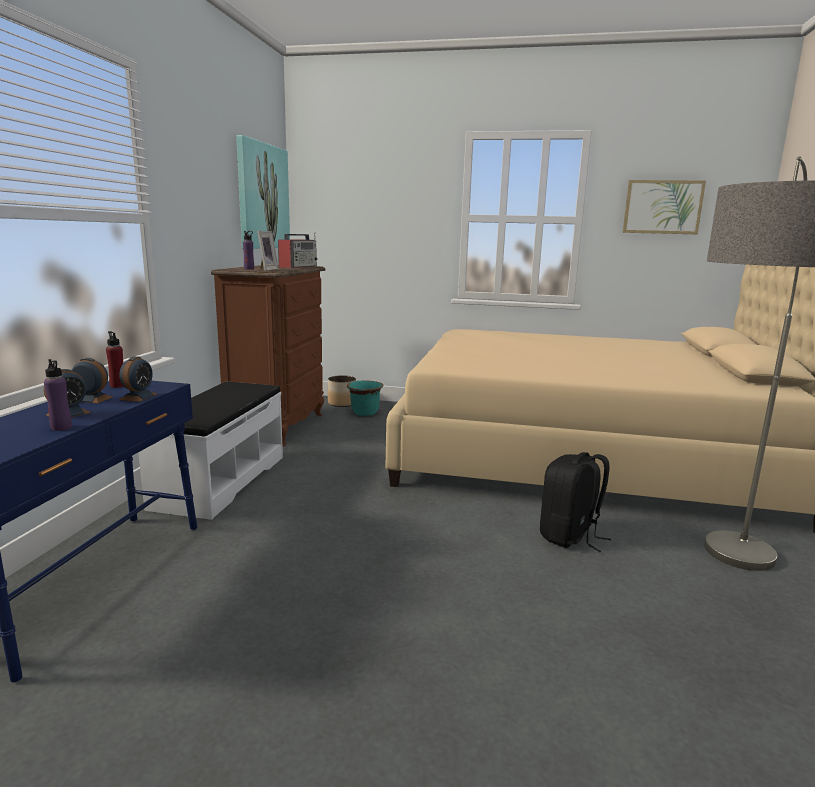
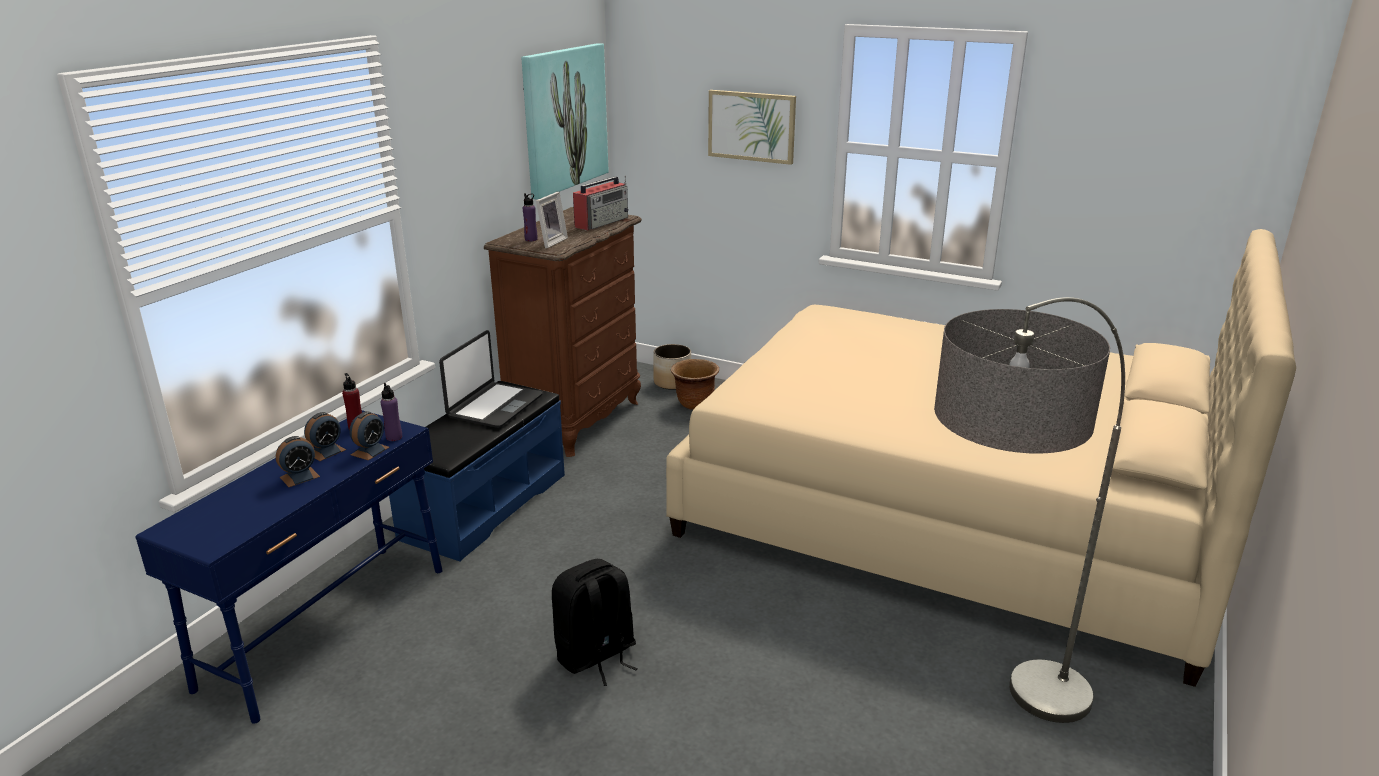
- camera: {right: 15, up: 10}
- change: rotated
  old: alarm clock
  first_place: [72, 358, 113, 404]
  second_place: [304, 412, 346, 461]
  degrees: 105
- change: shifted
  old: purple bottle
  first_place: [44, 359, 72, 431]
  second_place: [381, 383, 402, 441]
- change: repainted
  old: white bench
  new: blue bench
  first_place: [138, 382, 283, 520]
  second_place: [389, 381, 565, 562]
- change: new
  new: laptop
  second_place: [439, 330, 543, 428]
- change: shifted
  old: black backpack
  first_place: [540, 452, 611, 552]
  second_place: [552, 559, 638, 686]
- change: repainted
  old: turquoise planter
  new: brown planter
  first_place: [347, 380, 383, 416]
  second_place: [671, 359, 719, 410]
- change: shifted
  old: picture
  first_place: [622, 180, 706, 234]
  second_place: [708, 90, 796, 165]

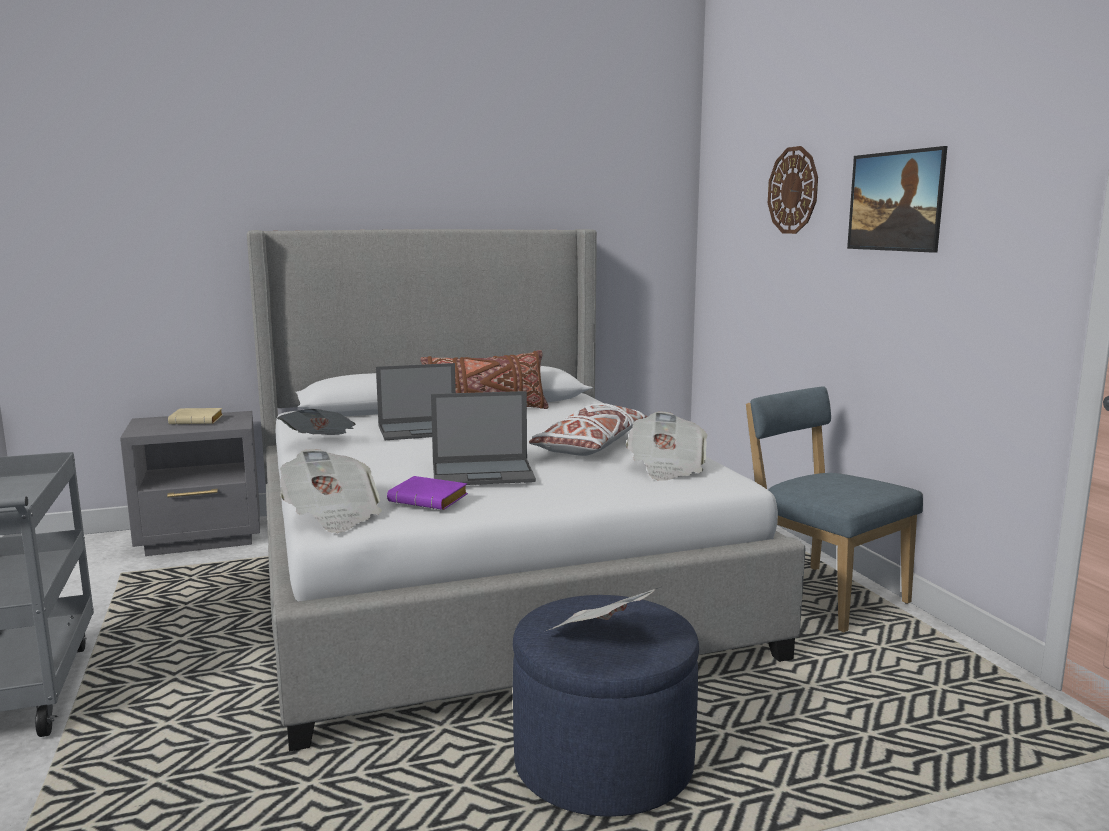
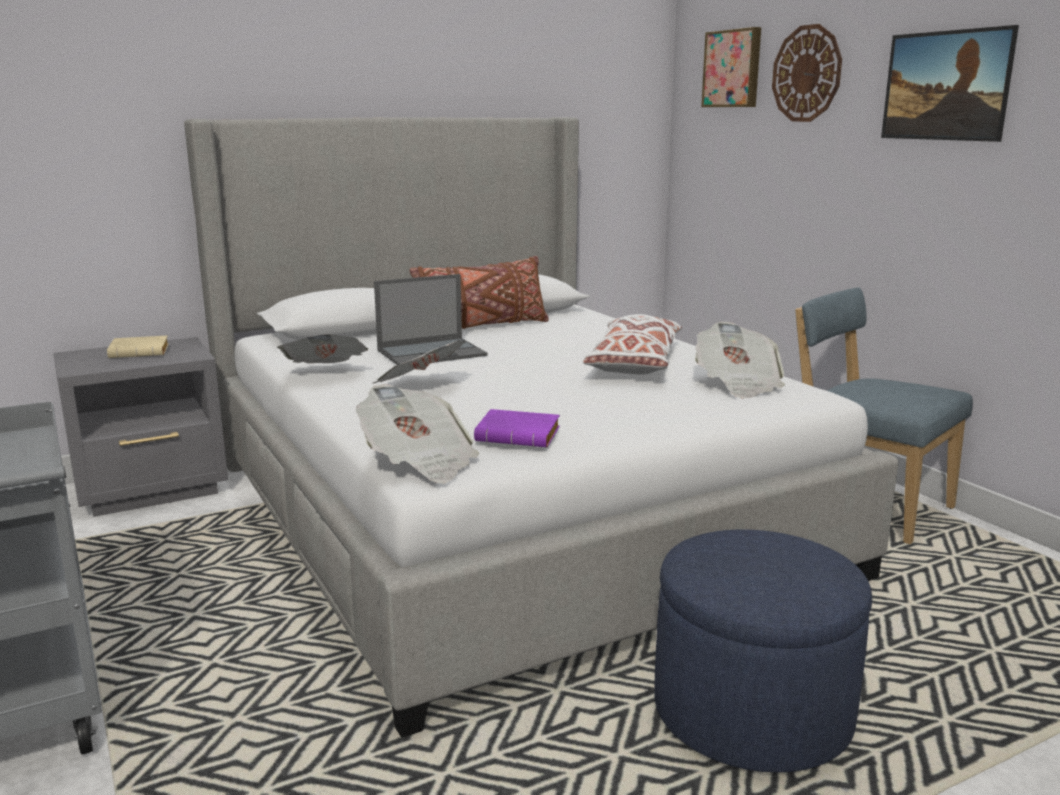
- camera: {right: -10, up: 5}
- change: shifted
  old: newspaper
  first_place: [546, 587, 661, 631]
  second_place: [373, 340, 467, 383]
- change: new
  new: picture
  second_place: [701, 27, 761, 107]
- change: gone
  old: laptop
  first_place: [431, 391, 536, 485]

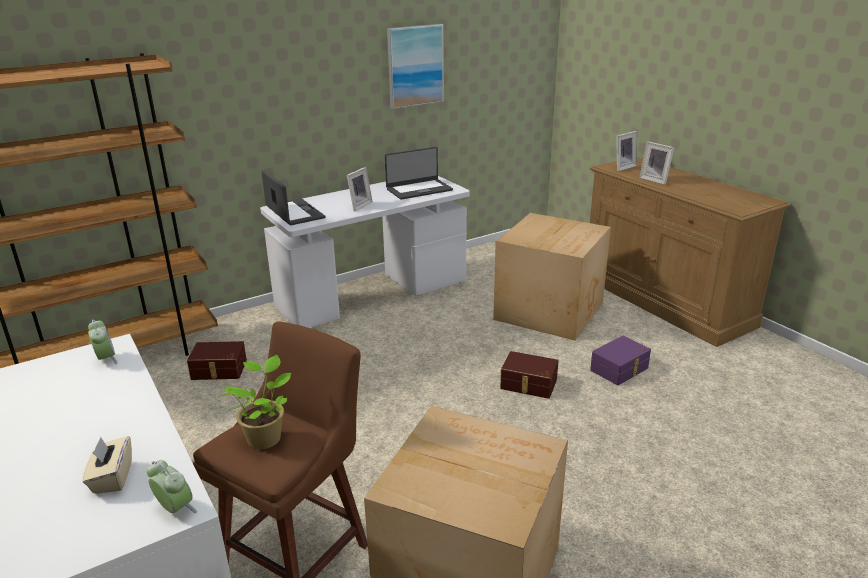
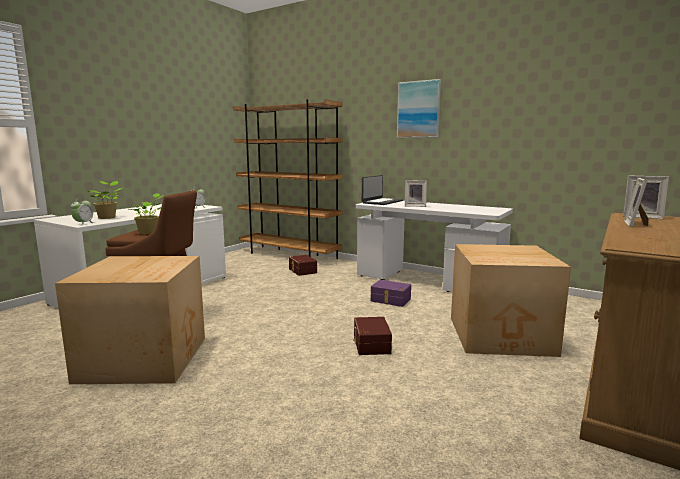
- camera: {right: 65, up: -15}
- change: swapped
  old: beige tissue box
  new: potted plant
  first_place: [83, 436, 132, 494]
  second_place: [87, 181, 122, 219]
- change: shifted
  old: purple storage box
  first_place: [590, 336, 651, 385]
  second_place: [371, 280, 411, 307]
- change: shifted
  old: picture
  first_place: [387, 24, 444, 109]
  second_place: [397, 79, 441, 138]
- change: gone
  old: laptop
  first_place: [385, 147, 453, 200]

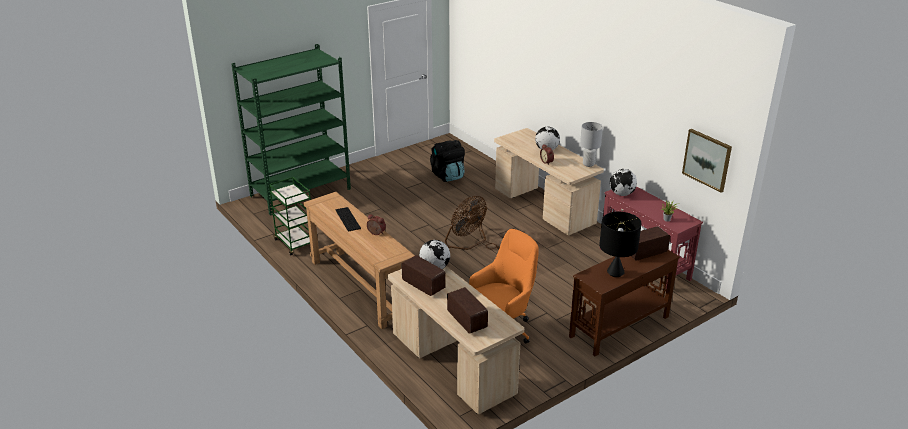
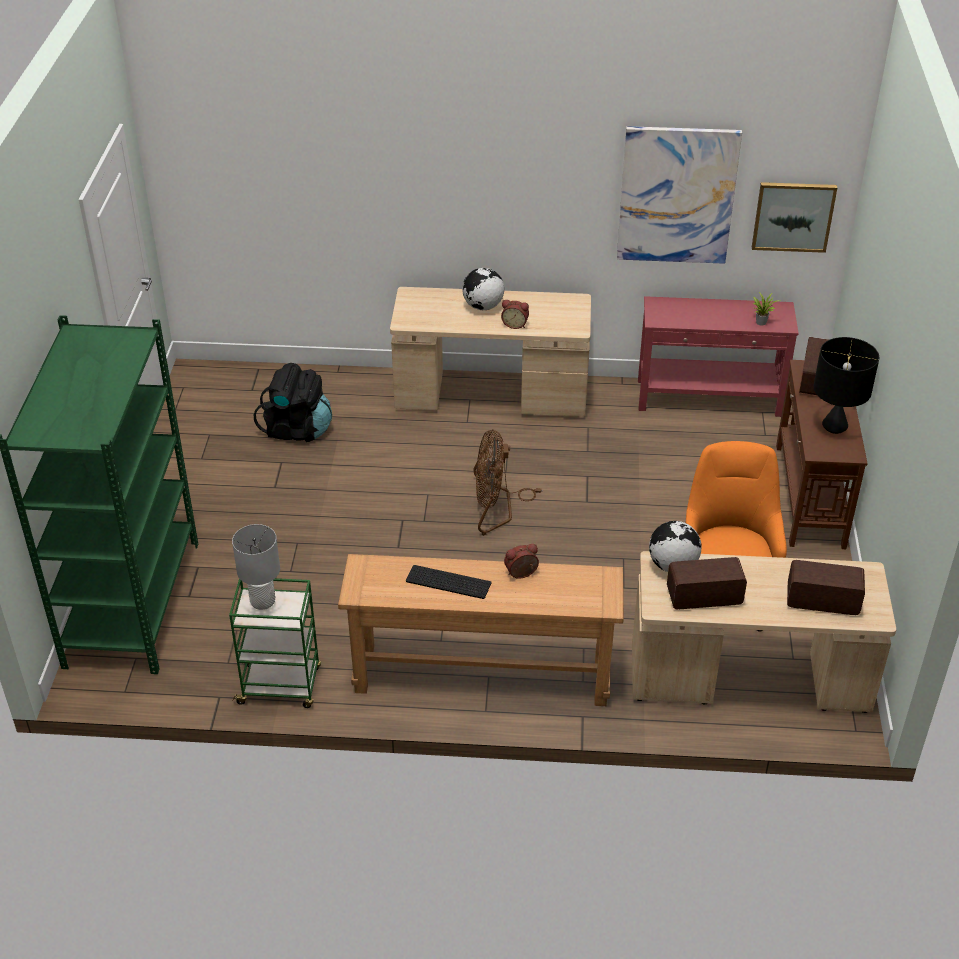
- camera: {right: -50, up: 10}
- change: shifted
  old: grey table lamp
  first_place: [580, 122, 603, 167]
  second_place: [232, 524, 280, 610]
- change: new
  new: picture
  second_place: [617, 126, 742, 264]
- change: gone
  old: globe
  first_place: [610, 169, 637, 196]

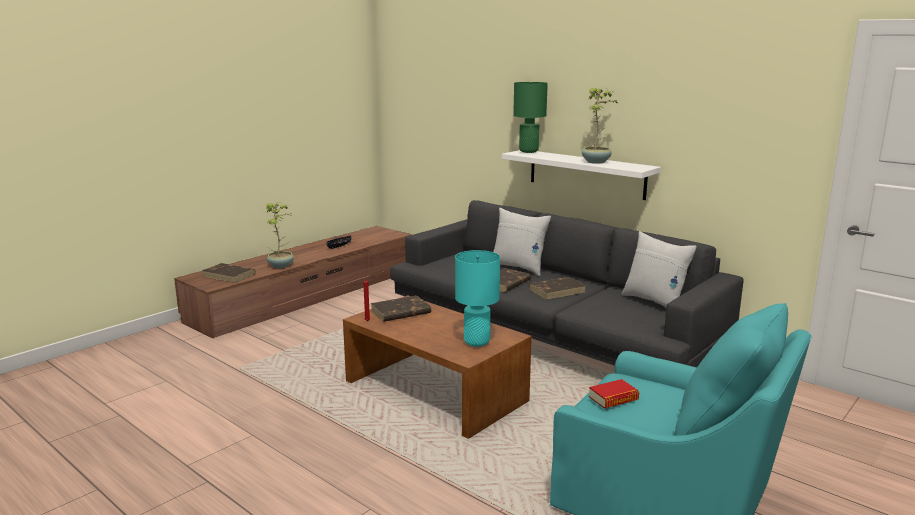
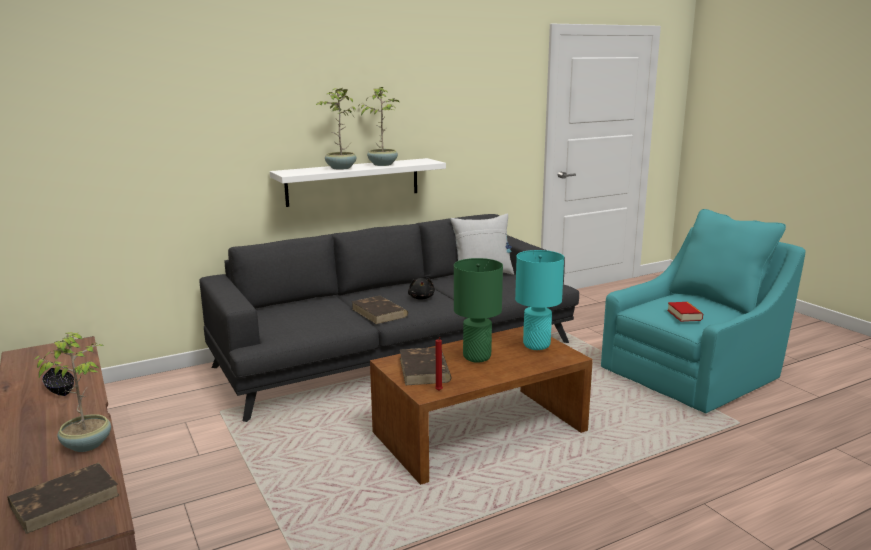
- camera: {right: -70, up: 0}
- change: new
  new: potted plant
  second_place: [316, 88, 356, 170]
- change: swapped
  old: brown book
  new: black plush toy
  first_place: [529, 277, 586, 300]
  second_place: [408, 278, 435, 300]
- change: shifted
  old: green table lamp
  first_place: [513, 82, 548, 153]
  second_place: [454, 258, 503, 363]
- change: gone
  old: grey pillow
  first_place: [493, 208, 551, 276]

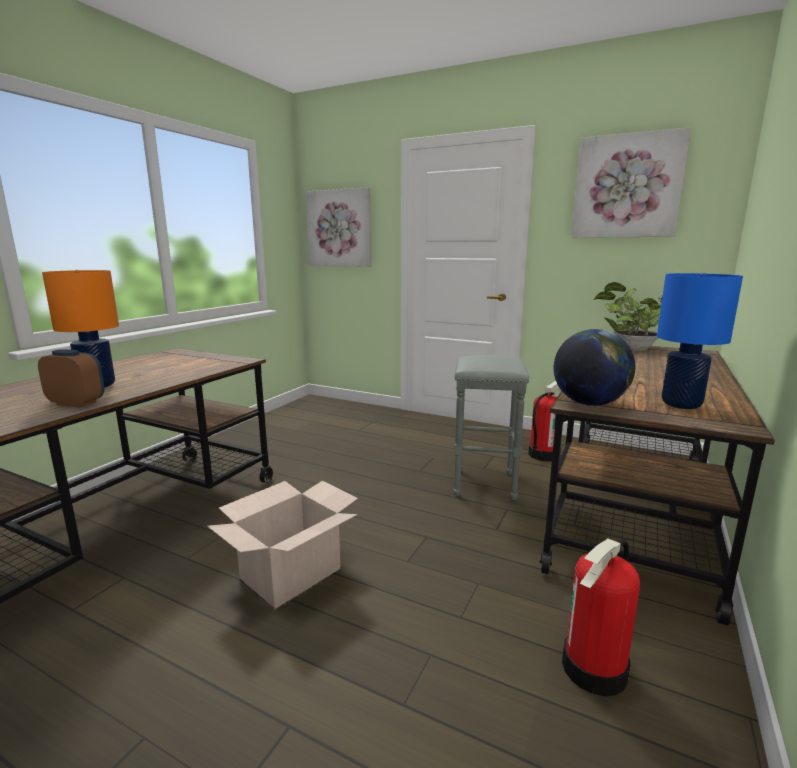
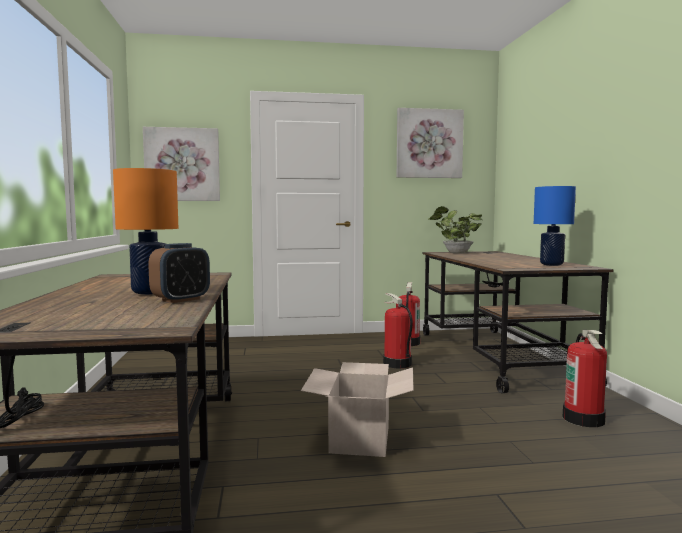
- camera: {right: -35, up: -10}
- change: rotated
  old: alarm clock
  first_place: [38, 349, 104, 408]
  second_place: [148, 243, 210, 303]
  degrees: 150
- change: swapped
  old: grey stool
  new: fire extinguisher
  first_place: [453, 355, 529, 500]
  second_place: [383, 293, 413, 368]
- change: gone
  old: globe
  first_place: [553, 329, 636, 406]

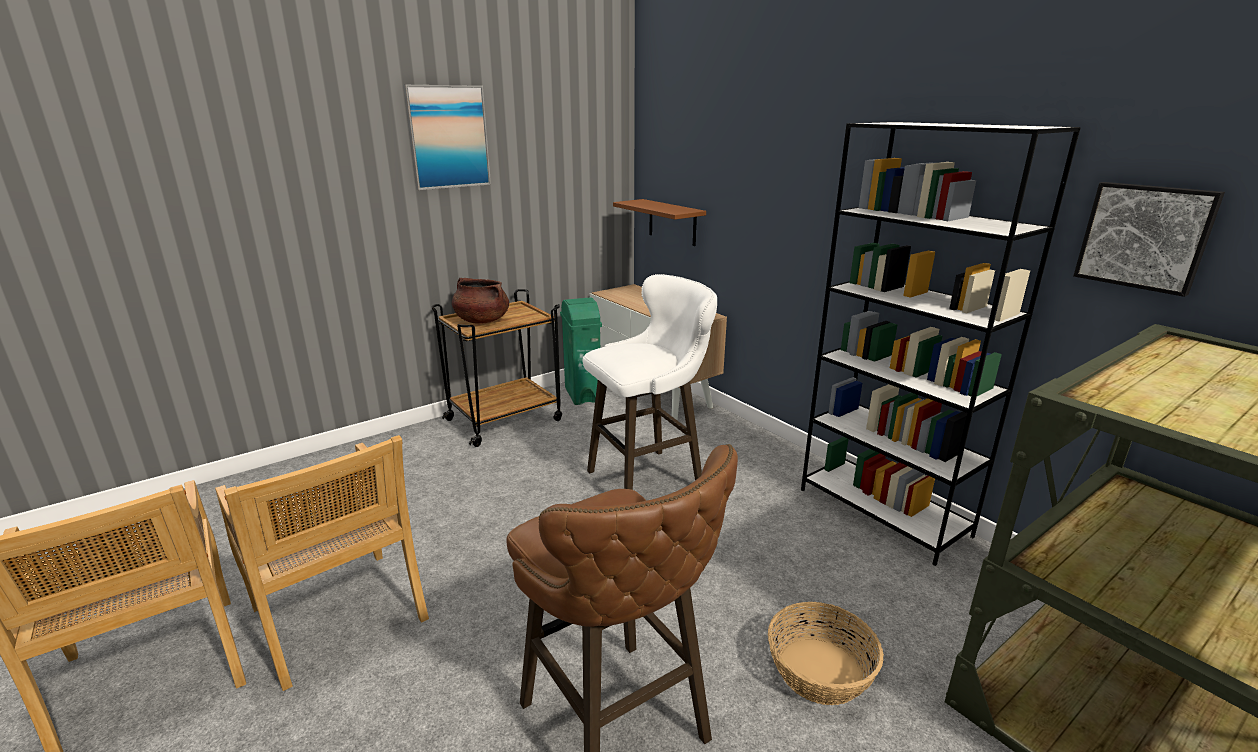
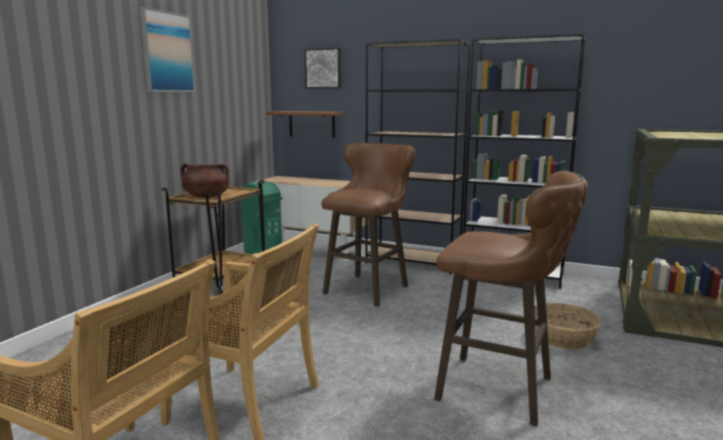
- camera: {right: -30, up: -10}
- change: shifted
  old: picture
  first_place: [1073, 182, 1225, 297]
  second_place: [305, 48, 341, 88]
- change: repainted
  old: white stool
  new: brown stool
  first_place: [583, 274, 717, 490]
  second_place: [321, 142, 415, 307]
- change: new
  new: beige bookcase
  second_place: [365, 39, 471, 275]

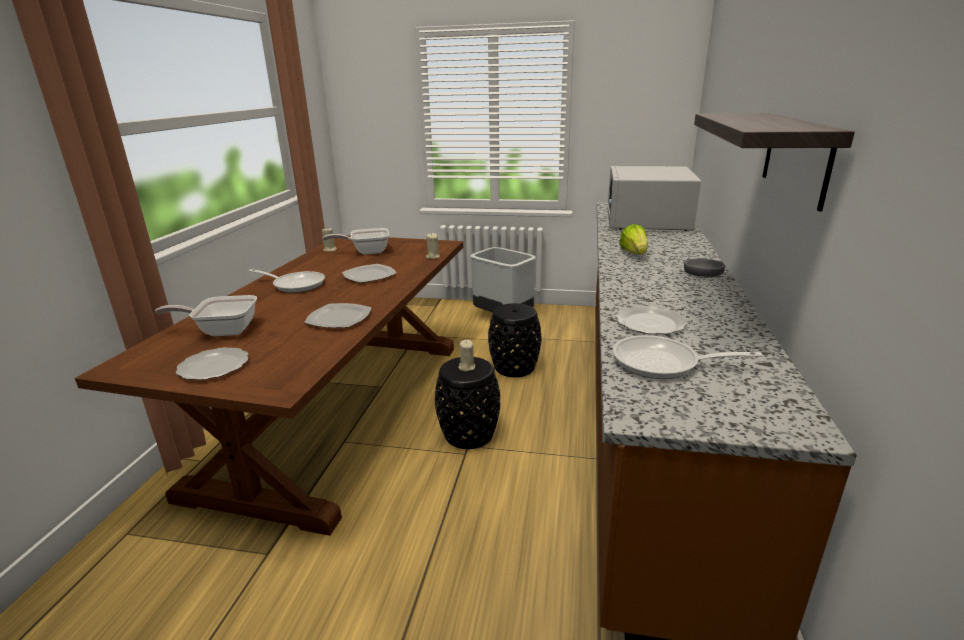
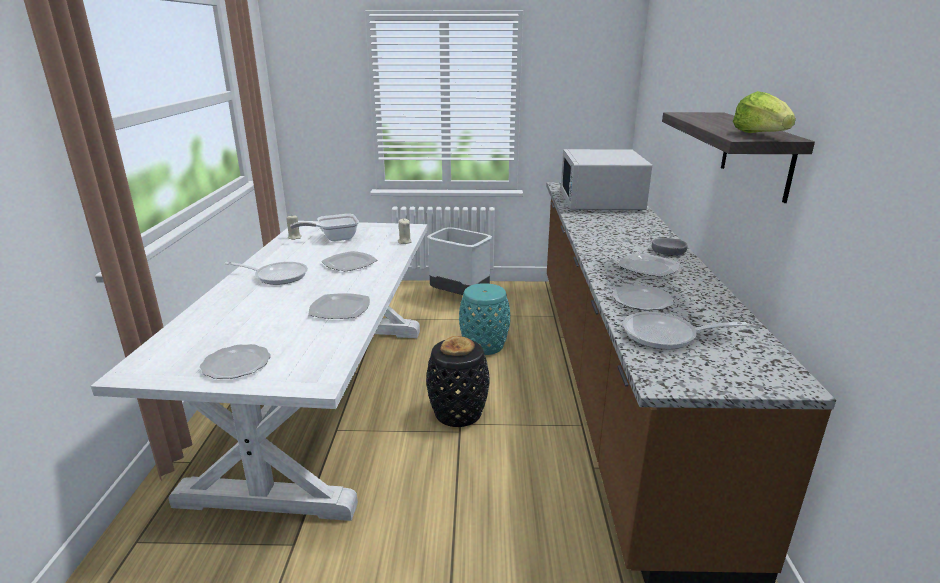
- camera: {right: -10, up: 0}
- change: repainted
  old: brown dining table
  new: white dining table
  first_place: [75, 235, 463, 536]
  second_place: [91, 221, 427, 521]
- change: swapped
  old: beige candle
  new: bread
  first_place: [458, 340, 475, 371]
  second_place: [440, 336, 475, 356]
- change: repainted
  old: black stool
  new: turquoise stool
  first_place: [488, 303, 542, 377]
  second_place: [459, 283, 510, 355]
- change: new
  new: plate
  second_place: [618, 253, 680, 277]
- change: shifted
  old: lettuce
  first_place: [619, 224, 648, 255]
  second_place: [733, 91, 796, 133]
- change: gone
  old: frying pan
  first_place: [155, 295, 257, 336]

